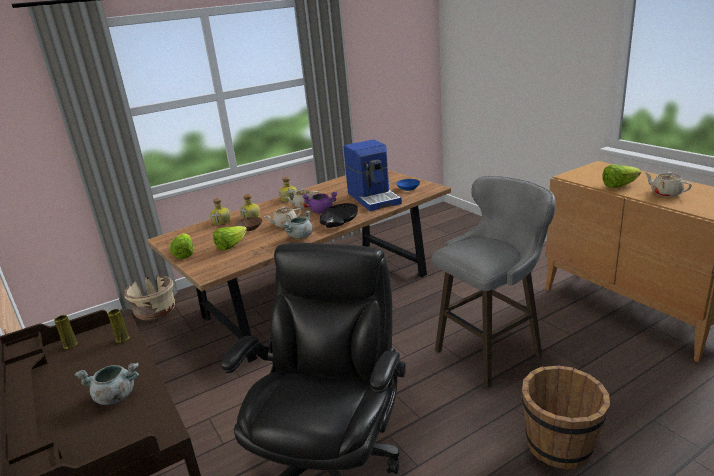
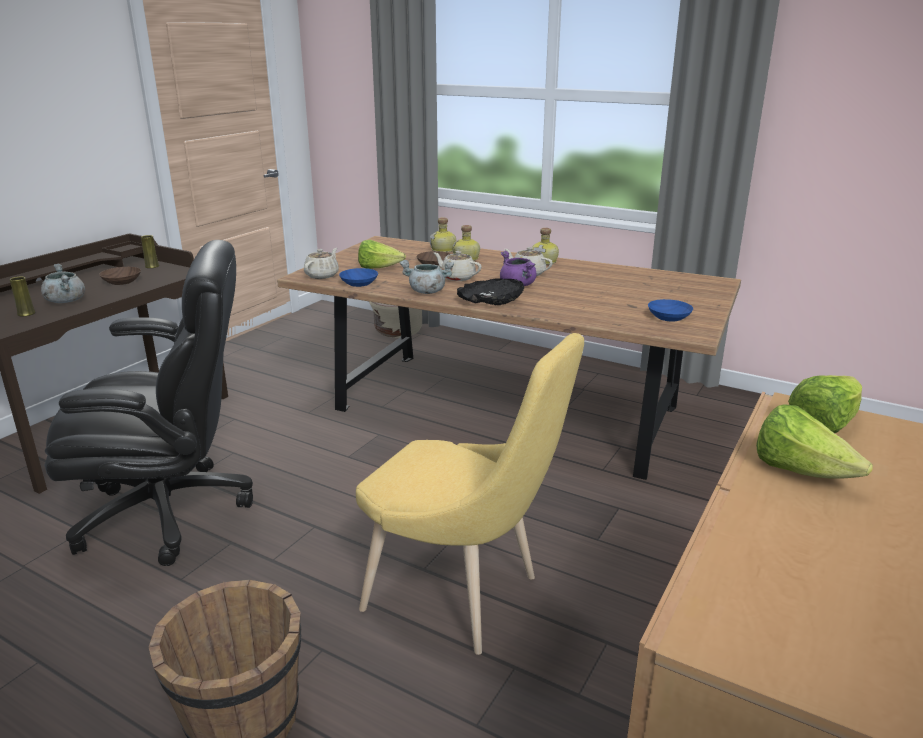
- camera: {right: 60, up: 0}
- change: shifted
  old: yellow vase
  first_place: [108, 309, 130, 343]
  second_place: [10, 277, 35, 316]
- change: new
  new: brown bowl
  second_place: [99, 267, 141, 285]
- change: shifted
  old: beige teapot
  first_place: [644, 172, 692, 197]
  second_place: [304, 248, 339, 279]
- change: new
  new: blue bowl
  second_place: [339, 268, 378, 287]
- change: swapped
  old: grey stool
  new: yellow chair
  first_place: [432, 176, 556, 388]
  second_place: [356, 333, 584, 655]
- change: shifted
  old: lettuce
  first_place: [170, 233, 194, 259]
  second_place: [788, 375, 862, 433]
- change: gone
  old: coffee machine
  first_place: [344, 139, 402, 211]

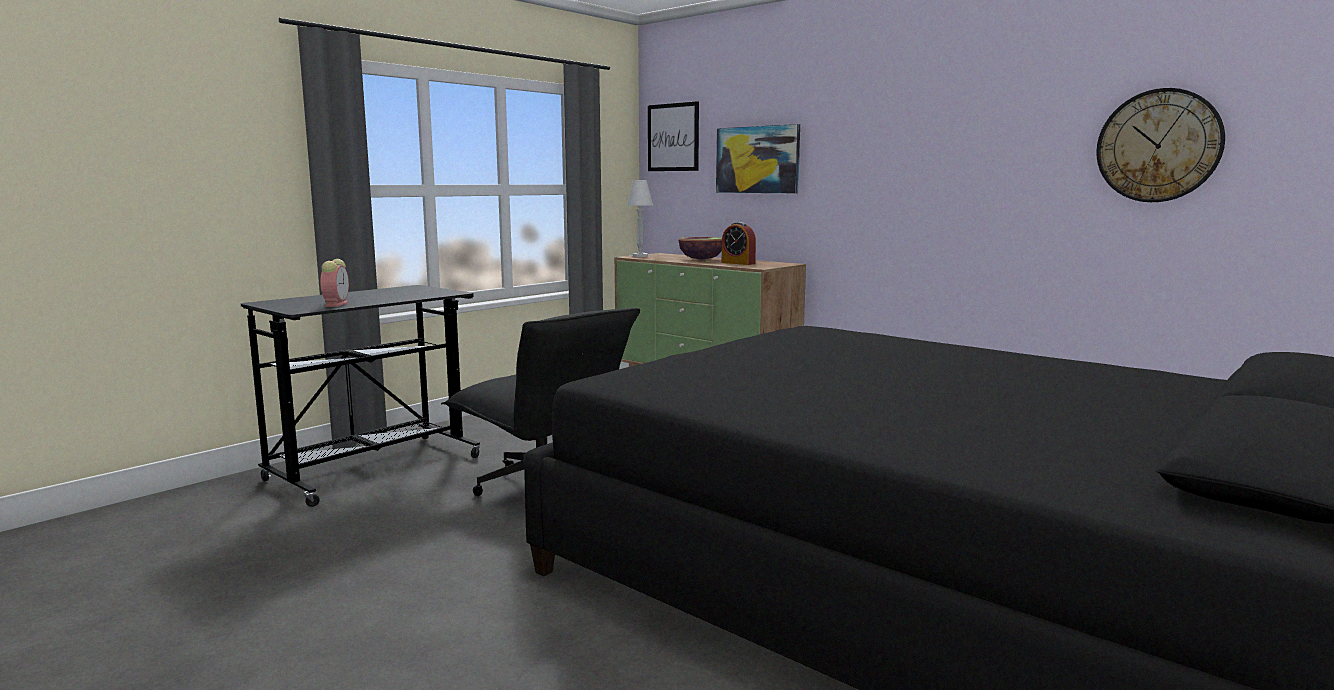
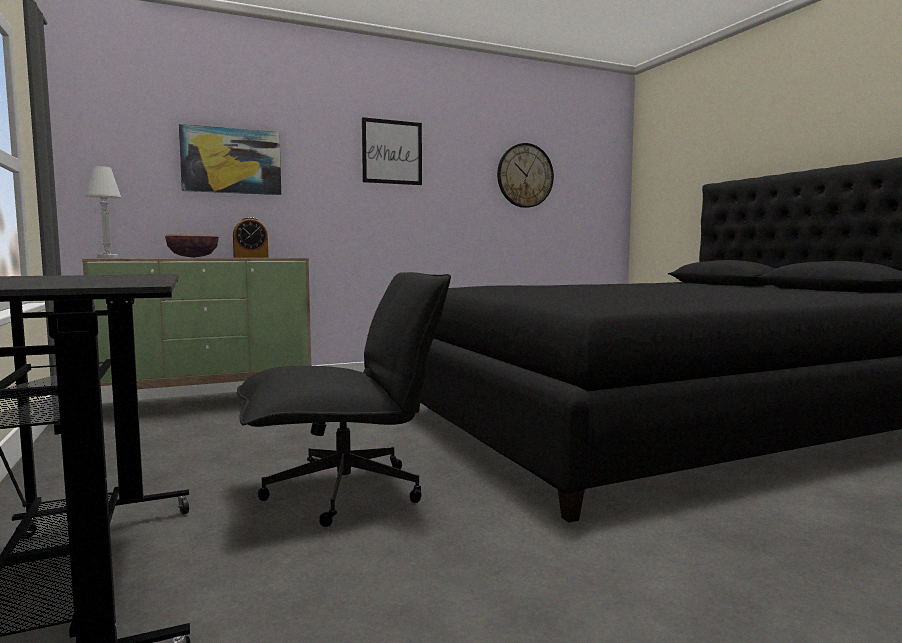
- camera: {right: -65, up: -5}
- change: shifted
  old: picture
  first_place: [648, 101, 699, 171]
  second_place: [362, 117, 422, 185]
- change: gone
  old: alarm clock
  first_place: [320, 259, 349, 307]

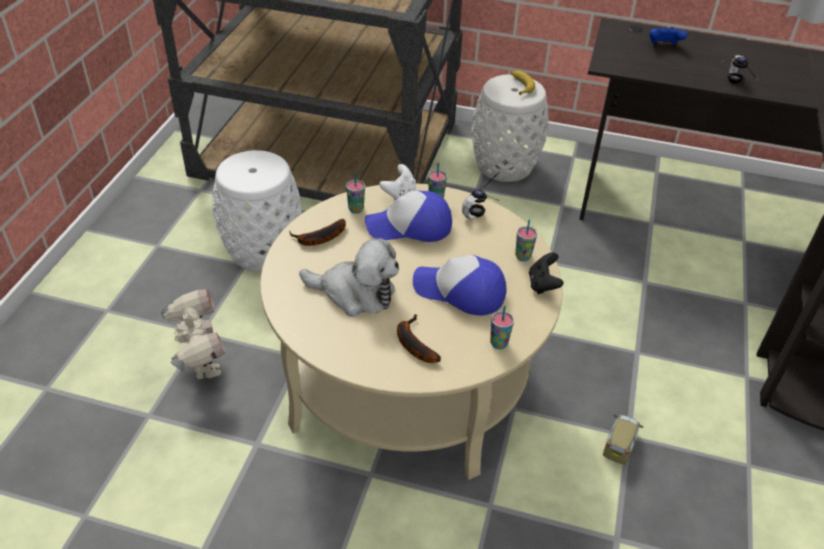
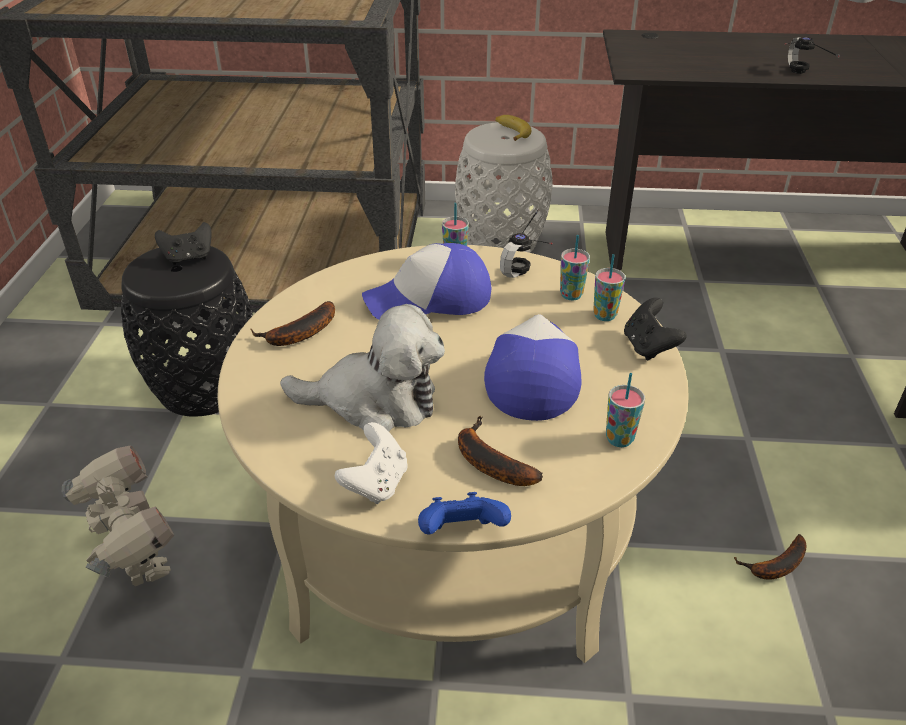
- camera: {right: -10, up: -5}
- change: repainted
  old: white stool
  new: black stool
  first_place: [212, 150, 302, 271]
  second_place: [121, 246, 253, 417]
- change: new
  new: black game controller
  second_place: [155, 222, 211, 265]
- change: shifted
  old: white game controller
  first_place: [380, 164, 416, 200]
  second_place: [335, 422, 408, 504]
- change: shifted
  old: blue game controller
  first_place: [649, 27, 687, 44]
  second_place: [418, 492, 511, 535]
- change: rotated
  old: cap
  first_place: [413, 255, 507, 315]
  second_place: [484, 314, 582, 421]
  degrees: 90
- change: shifted
  old: cup
  first_place: [346, 172, 365, 214]
  second_place: [560, 235, 590, 300]
- change: swapped
  old: toy car
  new: banana
  first_place: [603, 415, 643, 465]
  second_place: [734, 534, 806, 580]

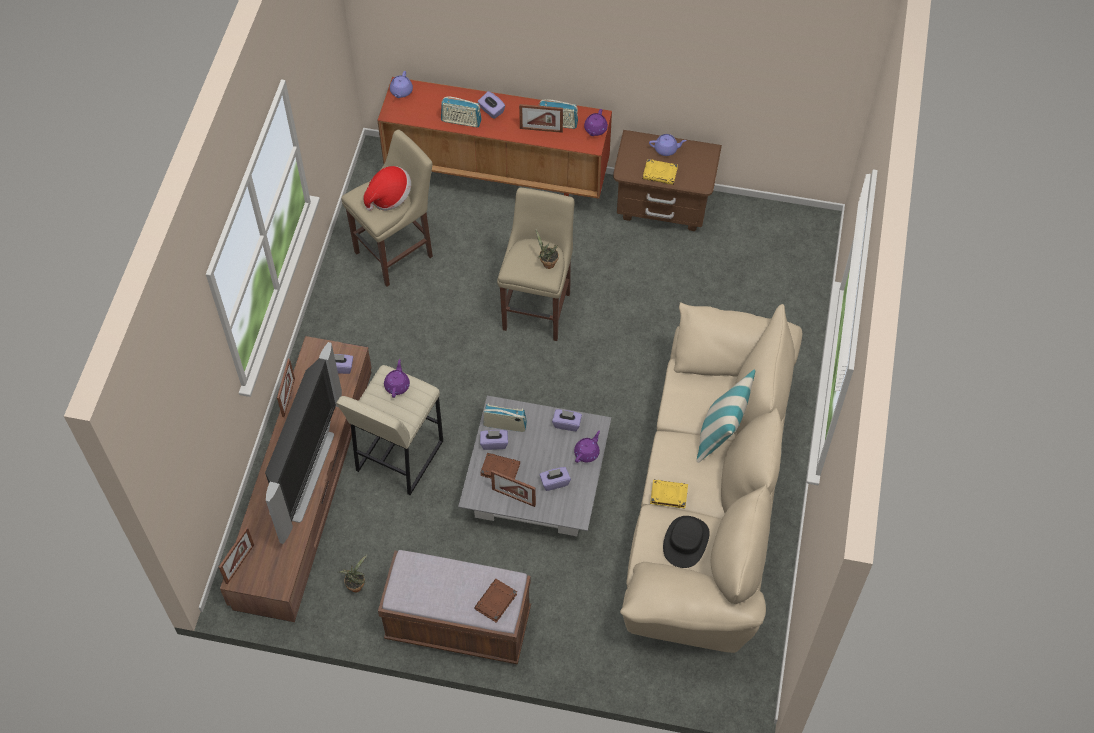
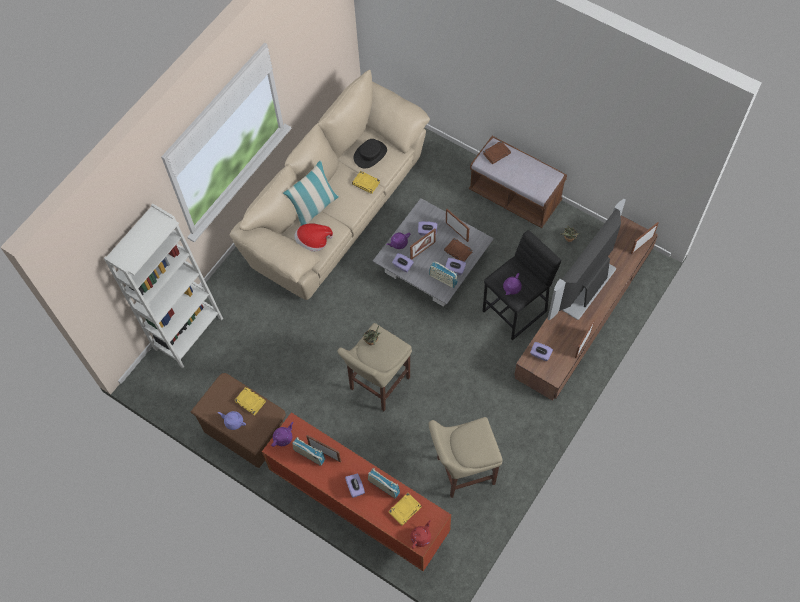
- camera: {right: -155, up: 5}
- change: new
  new: white bookcase
  second_place: [104, 203, 223, 368]
- change: shifted
  old: hat
  first_place: [364, 166, 411, 211]
  second_place: [295, 223, 333, 252]
- change: new
  new: yellow book
  second_place: [389, 493, 422, 526]
- change: new
  new: picture frame
  second_place: [410, 228, 436, 260]
- change: repainted
  old: purple teapot
  new: red teapot
  first_place: [390, 71, 413, 98]
  second_place: [410, 520, 431, 549]
- change: repainted
  old: beige stool
  new: black stool
  first_place: [336, 365, 443, 495]
  second_place: [483, 230, 561, 340]

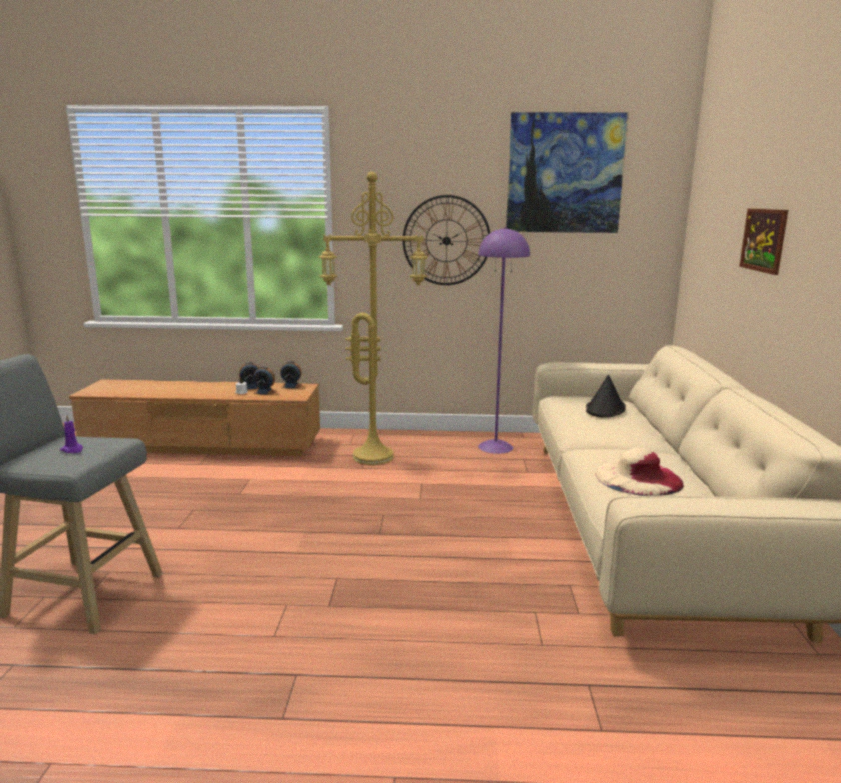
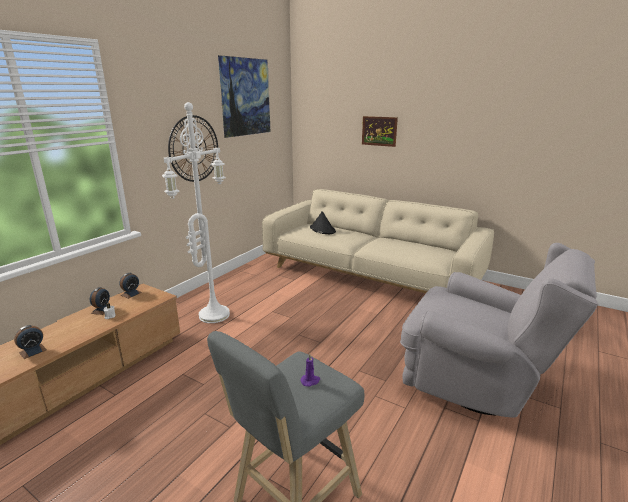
- camera: {right: -60, up: 5}
- change: shifted
  old: alarm clock
  first_place: [253, 366, 276, 395]
  second_place: [14, 325, 47, 359]
- change: repainted
  old: yellow floor lamp
  new: white floor lamp
  first_place: [319, 172, 428, 465]
  second_place: [162, 102, 230, 323]
- change: new
  new: grey armchair
  second_place: [400, 243, 598, 418]
- change: gone
  old: purple floor lamp
  first_place: [478, 227, 530, 454]
- change: gone
  old: beige hat
  first_place: [595, 448, 684, 496]

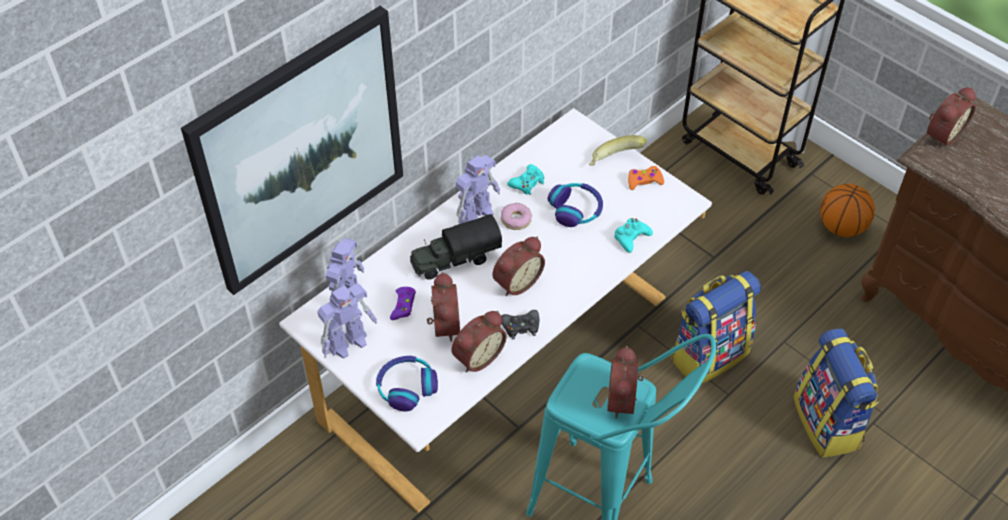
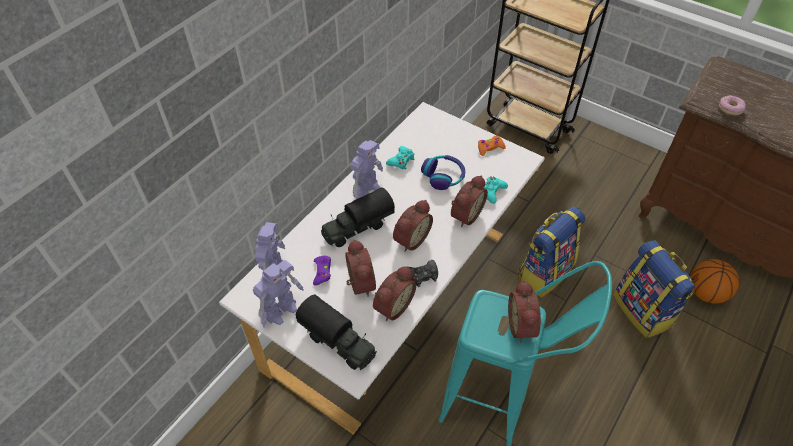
- camera: {right: -10, up: 0}
- change: swapped
  old: headphones
  new: toy truck
  first_place: [376, 356, 438, 411]
  second_place: [296, 294, 377, 370]
- change: shifted
  old: alarm clock
  first_place: [927, 87, 976, 148]
  second_place: [451, 175, 488, 227]
- change: shifted
  old: basketball
  first_place: [820, 184, 875, 237]
  second_place: [690, 259, 739, 304]
- change: shifted
  old: donut
  first_place: [501, 203, 532, 230]
  second_place: [719, 95, 746, 115]
- change: gone
  old: picture
  first_place: [181, 6, 403, 295]
- change: gone
  old: banana
  first_place: [589, 135, 647, 166]

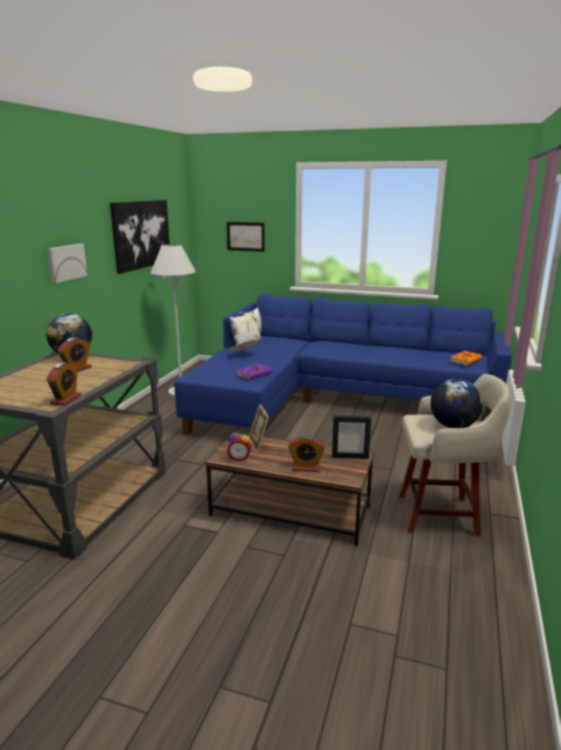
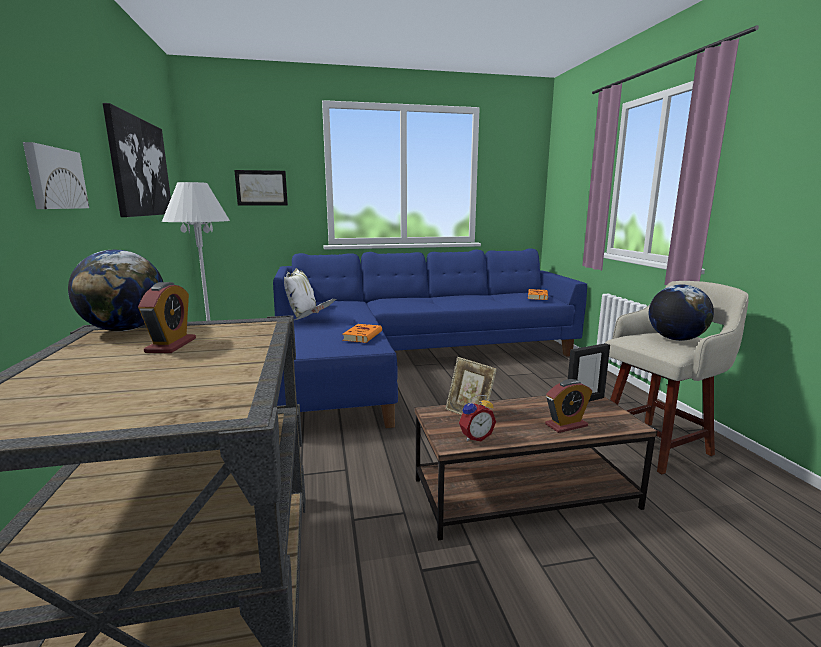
- camera: {right: -30, up: -5}
- change: repainted
  old: purple book
  new: orange book
  first_place: [236, 364, 273, 380]
  second_place: [342, 324, 382, 343]
- change: gone
  old: alarm clock
  first_place: [46, 362, 82, 406]

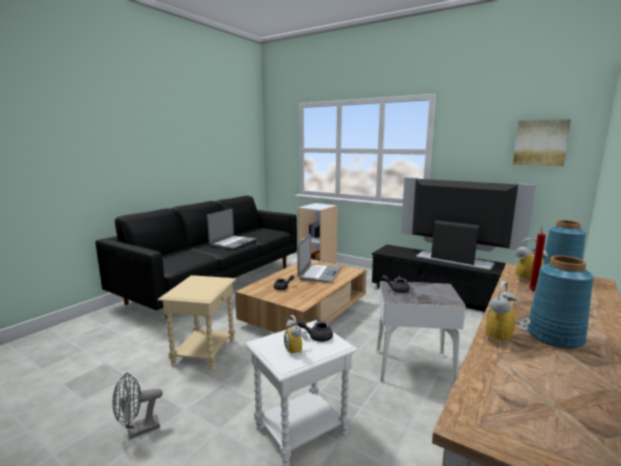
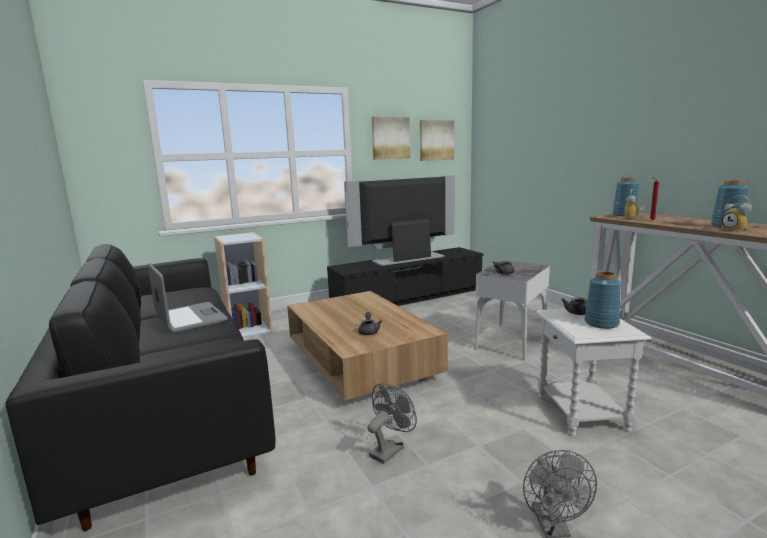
- camera: {right: -60, up: 0}
- change: swapped
  old: beige side table
  new: grey fan
  first_place: [158, 275, 236, 370]
  second_place: [367, 383, 417, 464]
- change: new
  new: picture
  second_place: [372, 117, 410, 160]
- change: swapped
  old: alarm clock
  new: blue vase
  first_place: [284, 315, 308, 356]
  second_place: [585, 271, 621, 329]
- change: gone
  old: laptop
  first_place: [297, 234, 341, 282]

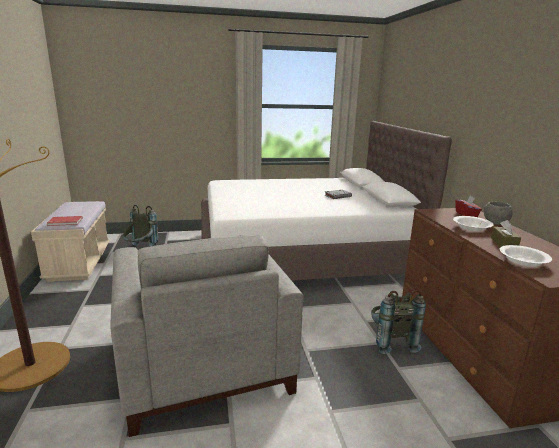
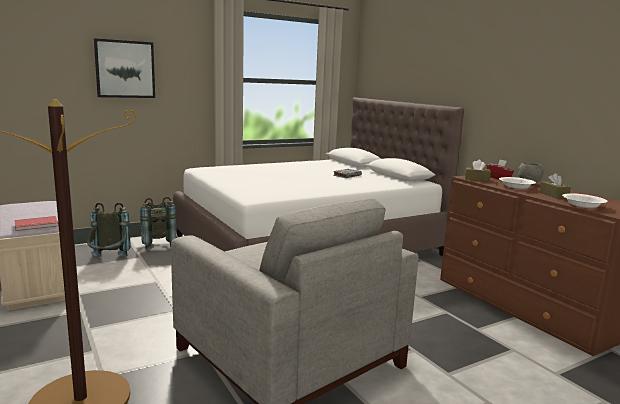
- camera: {right: -20, up: -5}
- change: new
  new: picture
  second_place: [94, 38, 155, 98]
- change: shifted
  old: grey backpack
  first_place: [371, 290, 426, 354]
  second_place: [139, 197, 177, 250]
- change: new
  new: brown tissue box
  second_place: [465, 160, 491, 181]

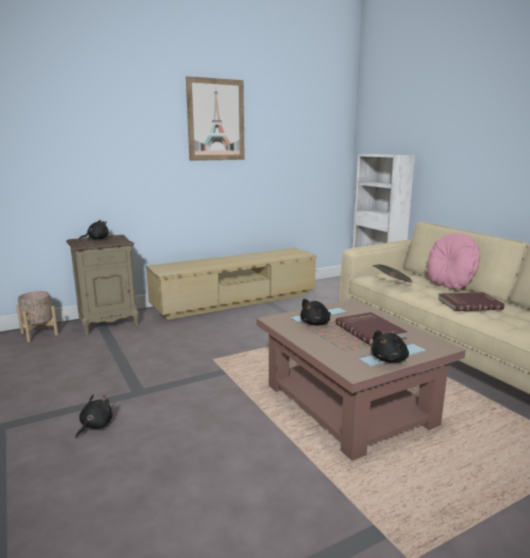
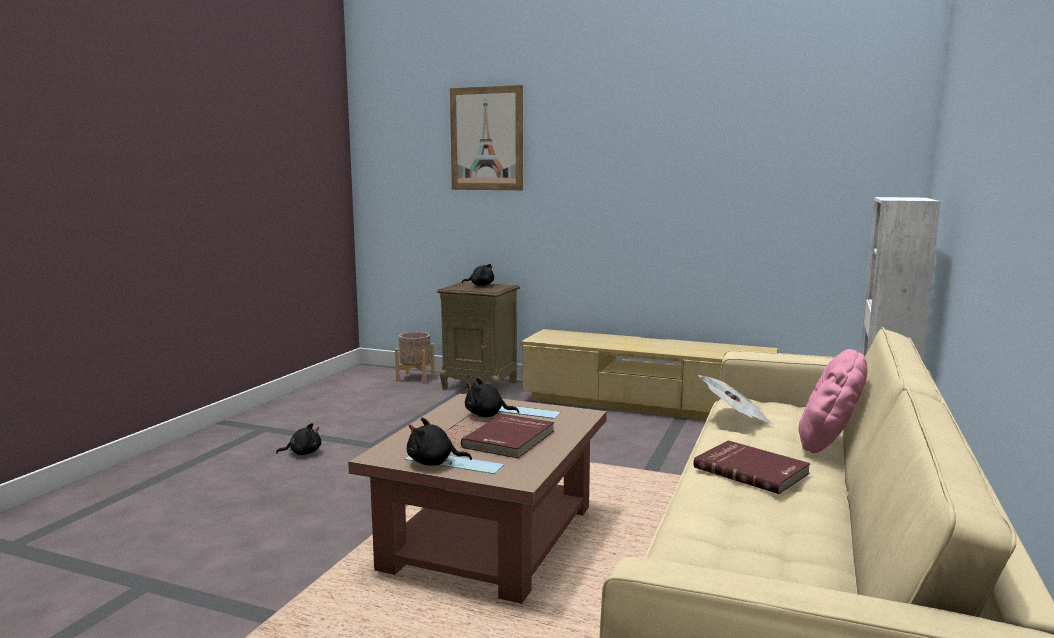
- camera: {right: 50, up: -5}
- change: shifted
  old: picture
  first_place: [186, 76, 245, 161]
  second_place: [450, 85, 523, 190]

